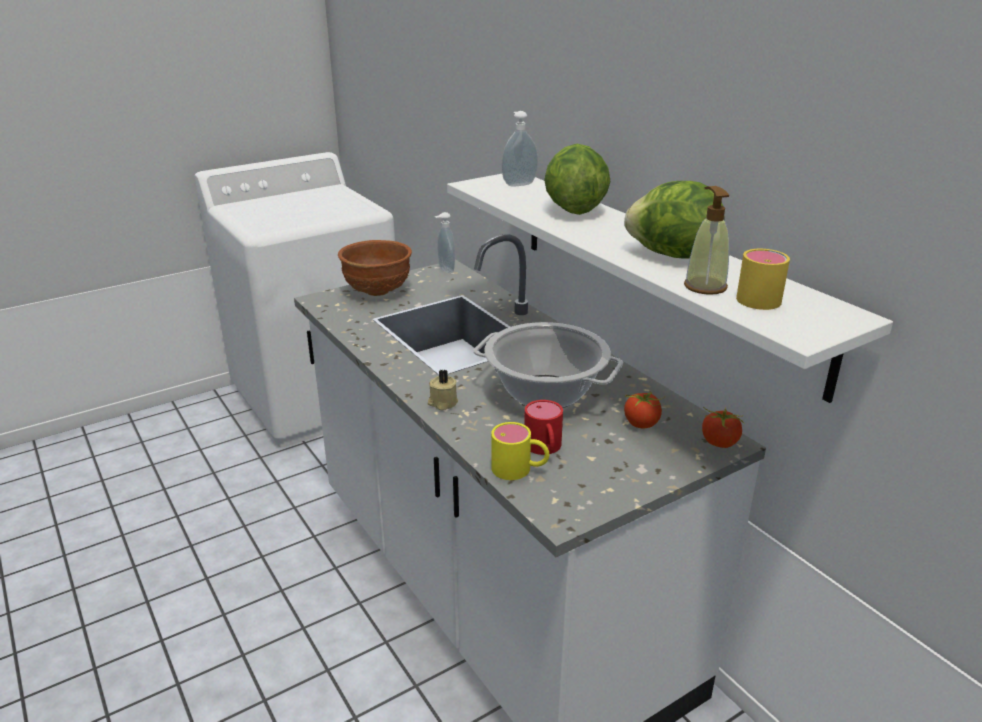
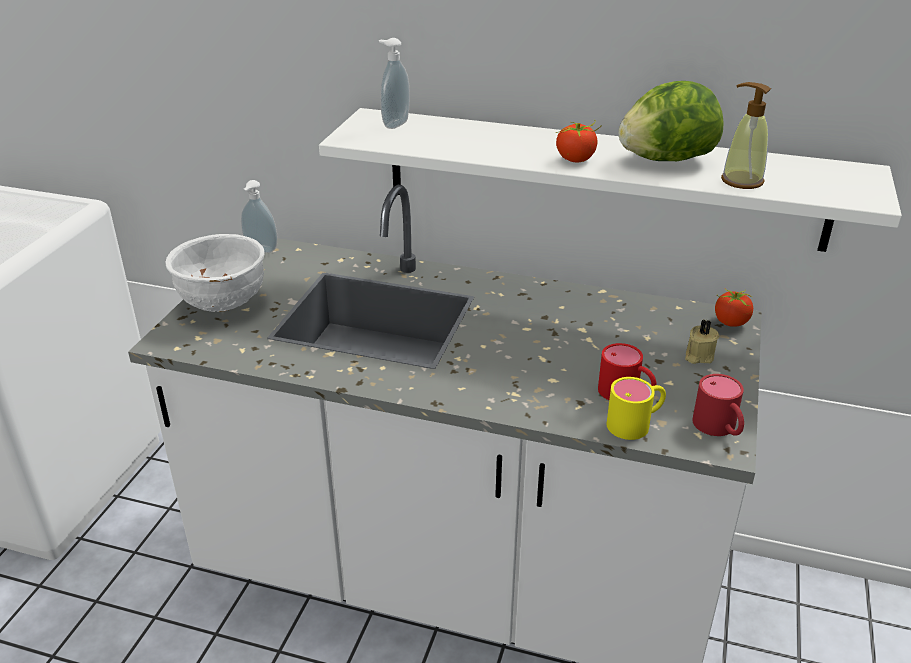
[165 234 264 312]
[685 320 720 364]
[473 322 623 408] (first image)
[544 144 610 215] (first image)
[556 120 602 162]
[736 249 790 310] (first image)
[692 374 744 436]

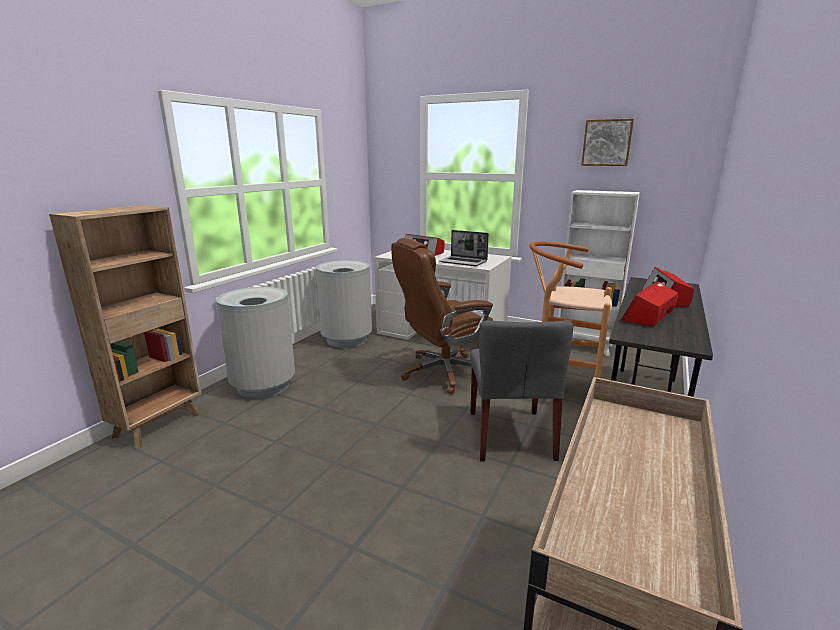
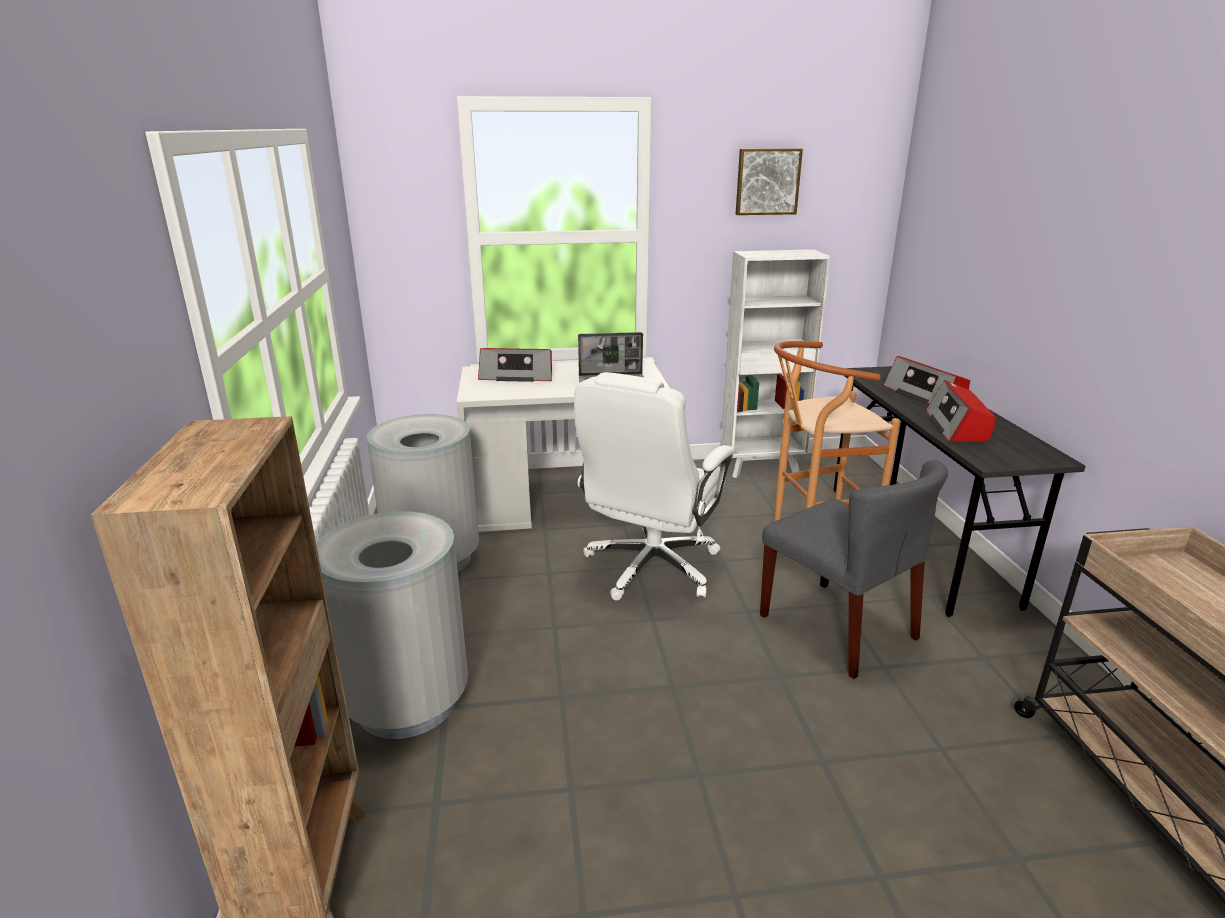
[574 372 735 601]

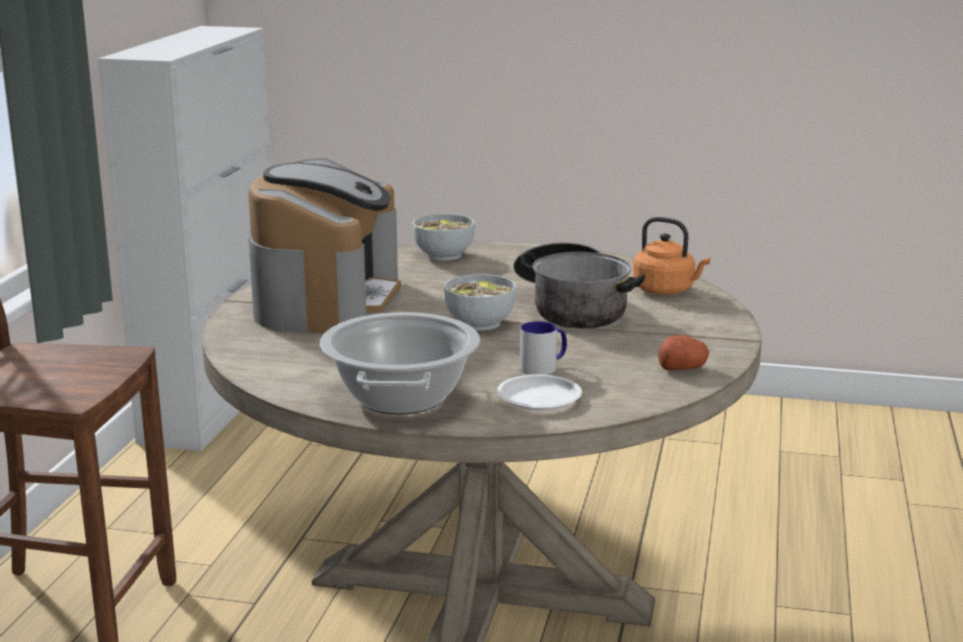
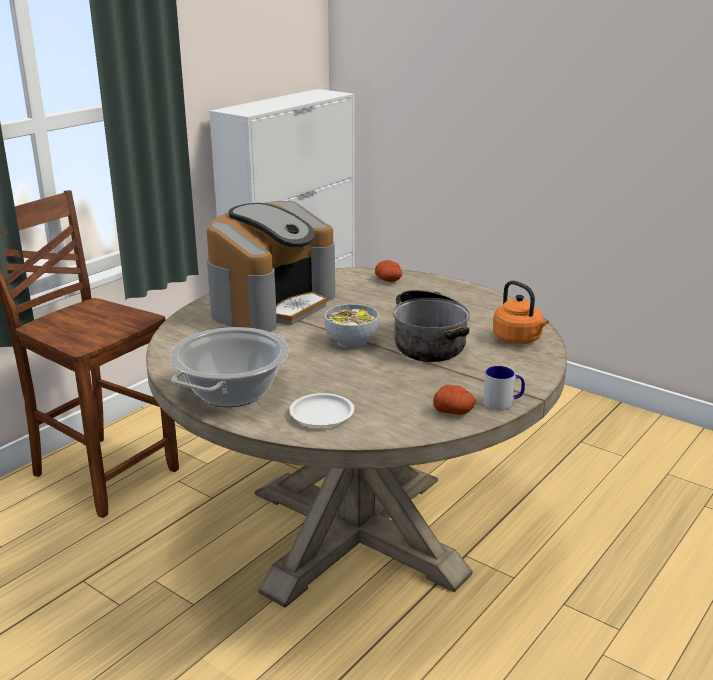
[375 260 402 282]
[483 366 525 410]

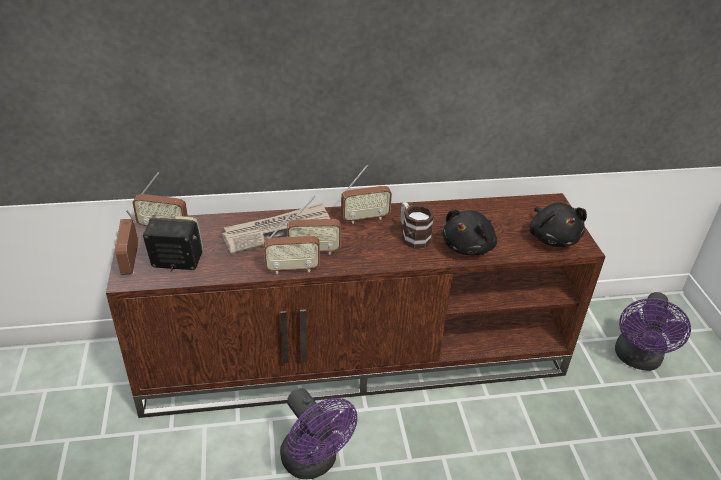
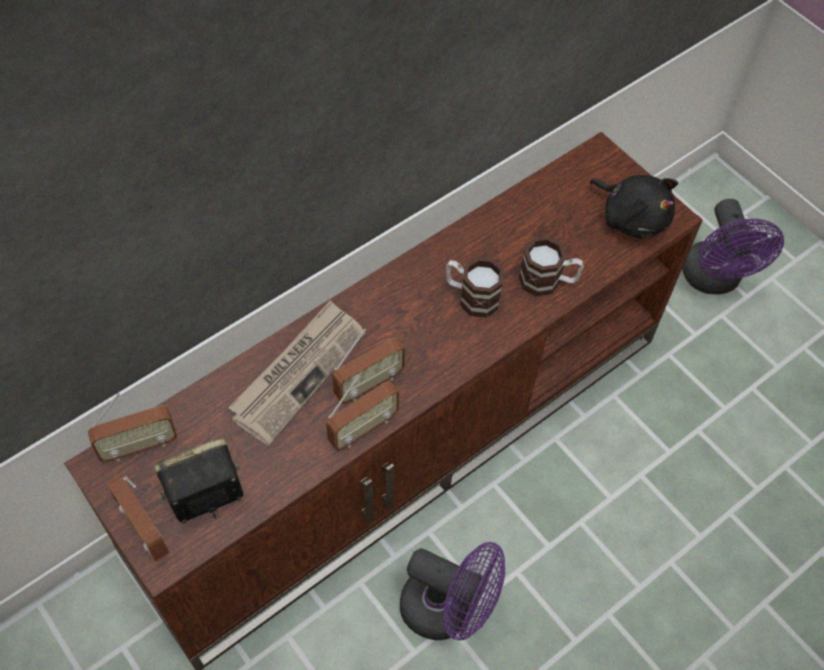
[341 165 392 224] (first image)
[519 236 584 297]

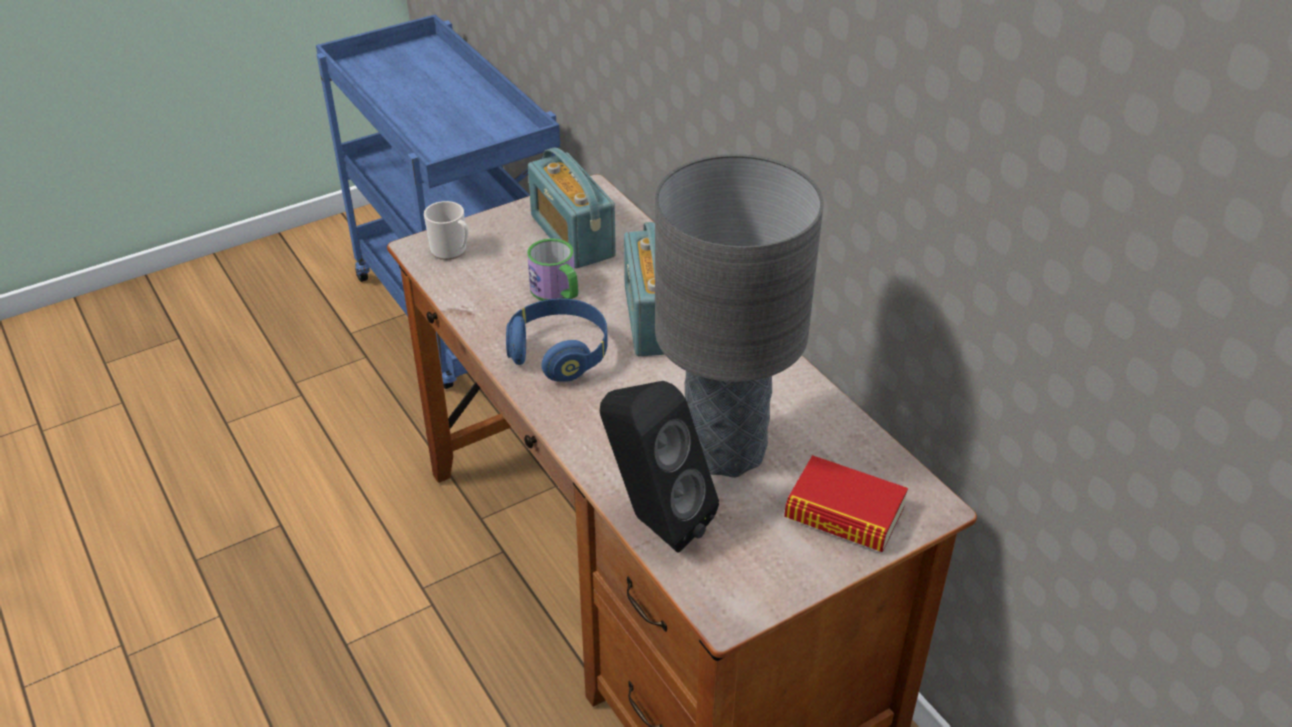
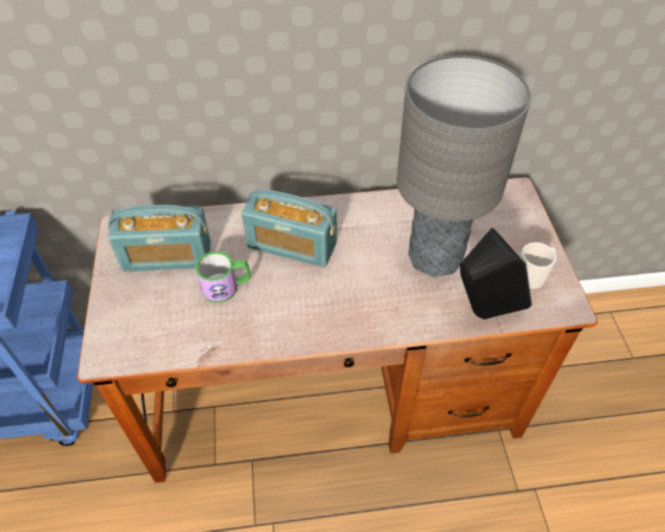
[520 242 556 290]
[506 298 608 382] (first image)
[784 455 908 552] (first image)

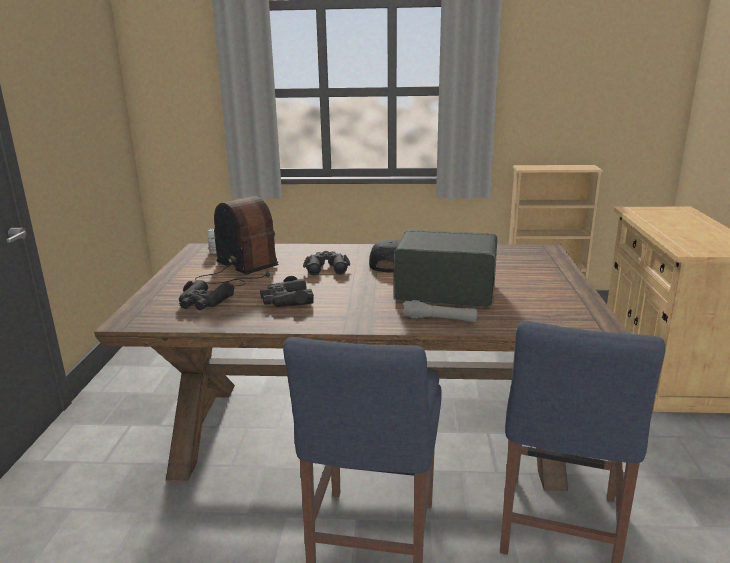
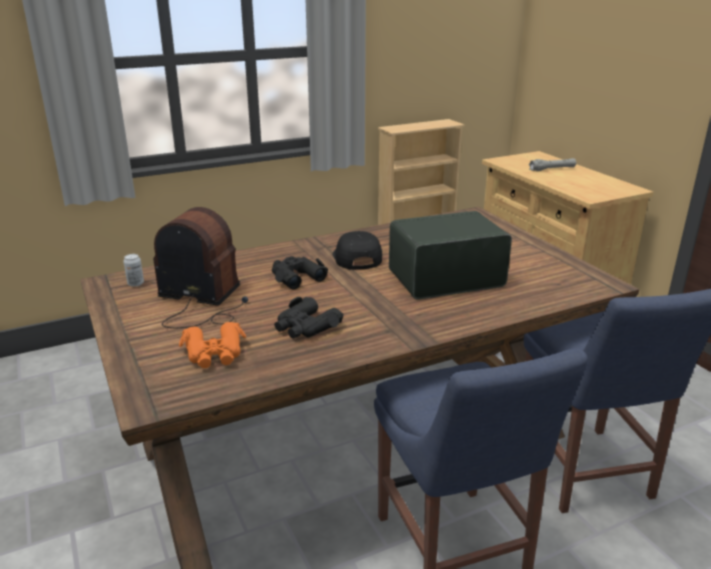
[179 322 246 368]
[529 158 576 171]

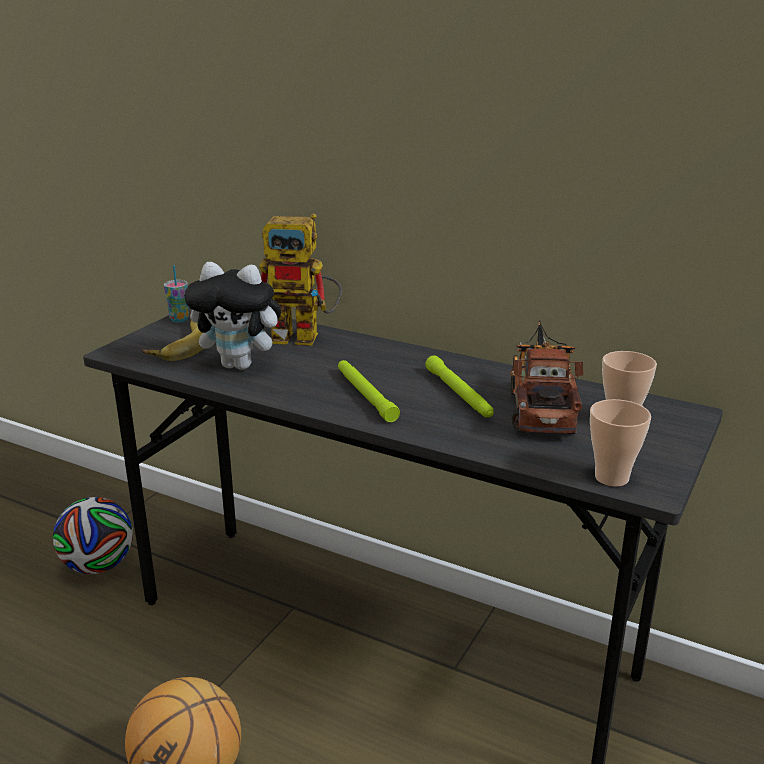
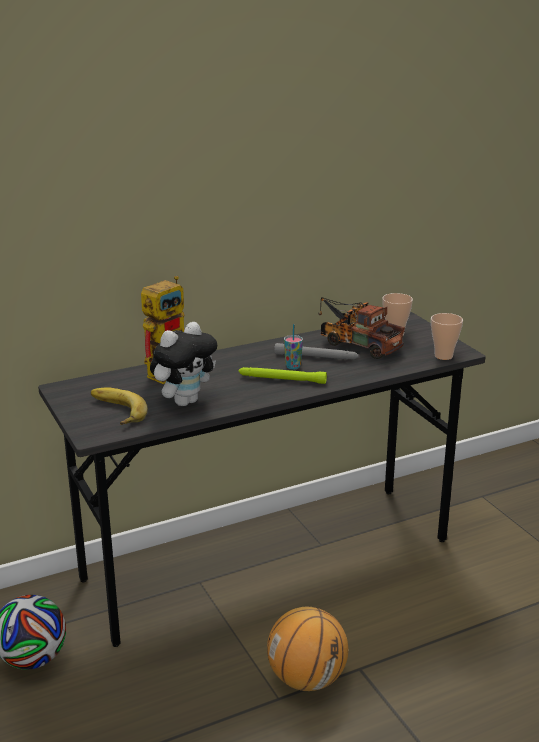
[284 324 303 370]
[274 343 359 360]

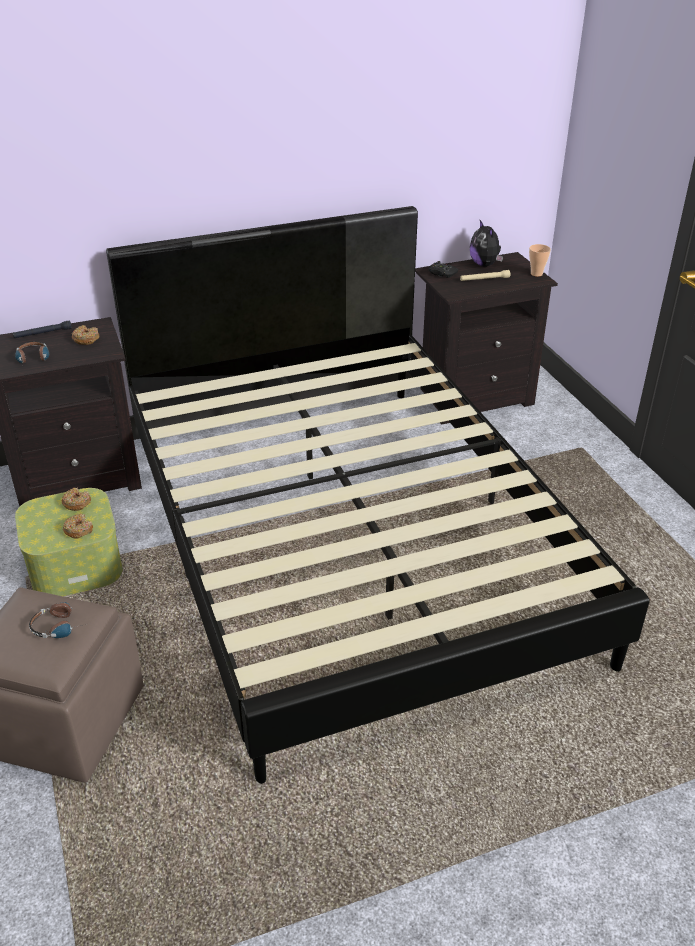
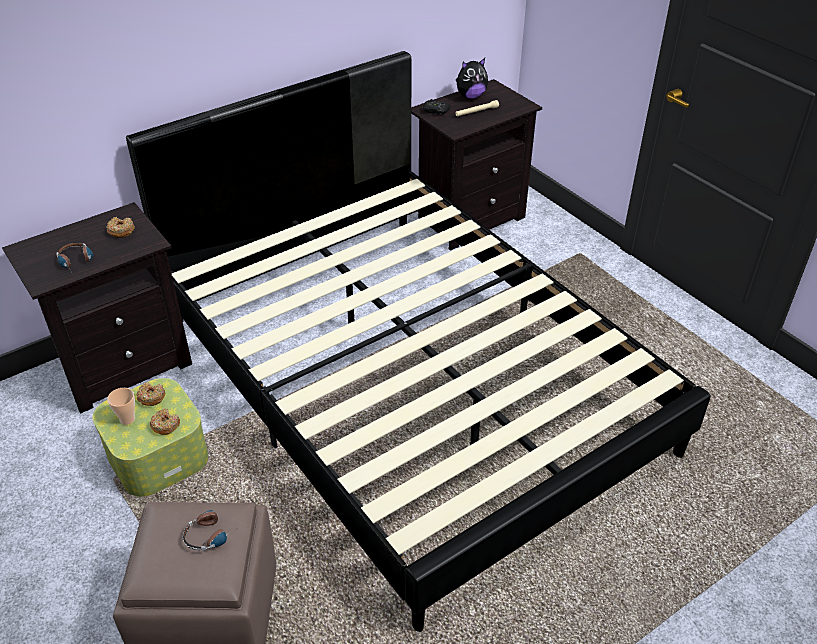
[13 320 72 338] (first image)
[456 58 488 99]
[107 388 135 425]

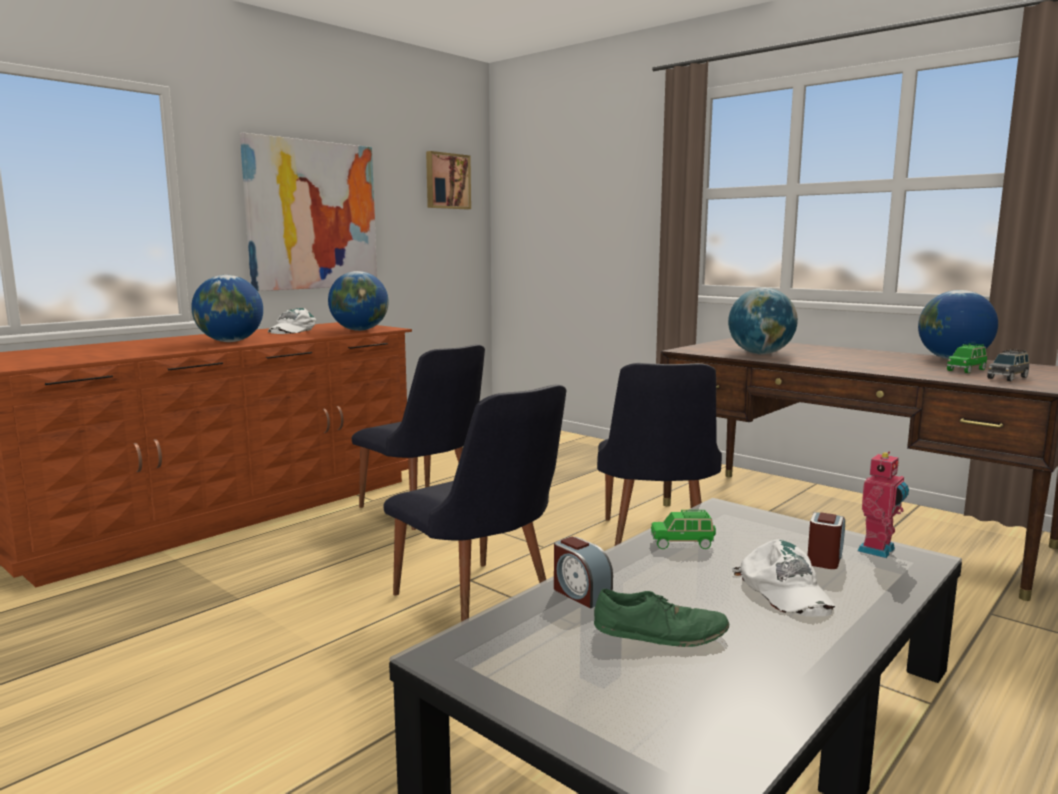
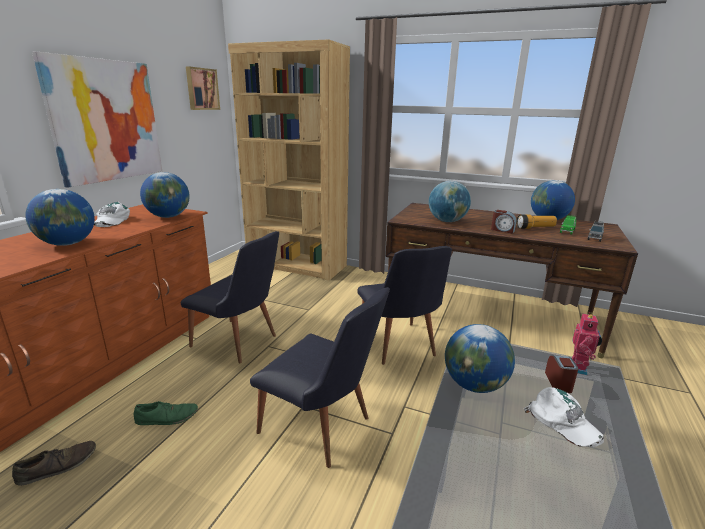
[491 210 516 234]
[134 401 198 425]
[445 324 515 393]
[12 441 96 486]
[228 39 350 281]
[516 214 557 229]

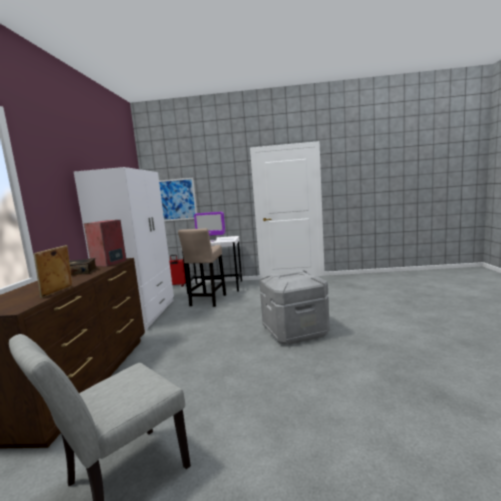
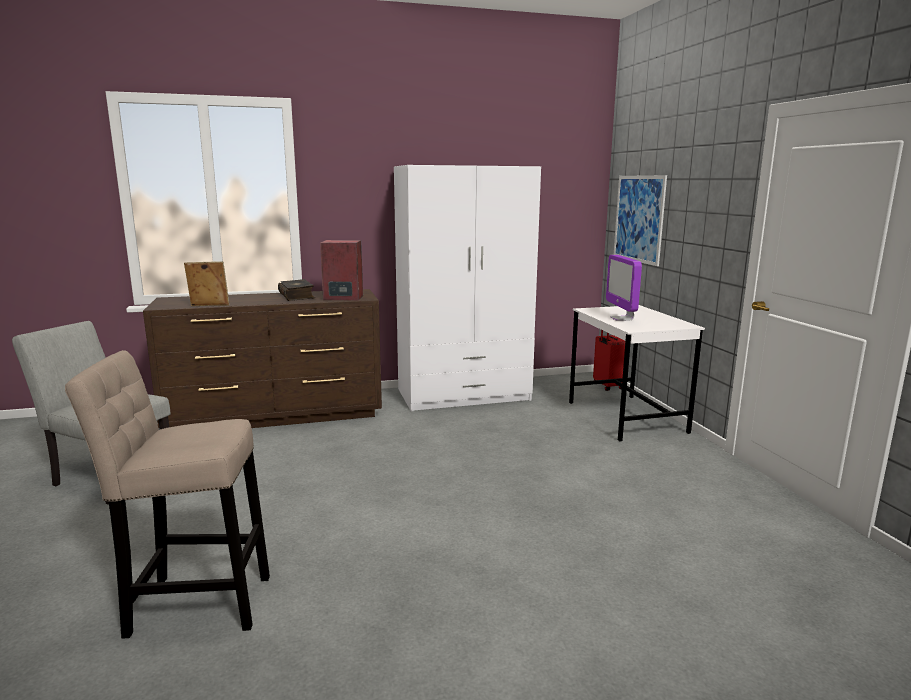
[65 350 270 639]
[259 270 330 345] (first image)

